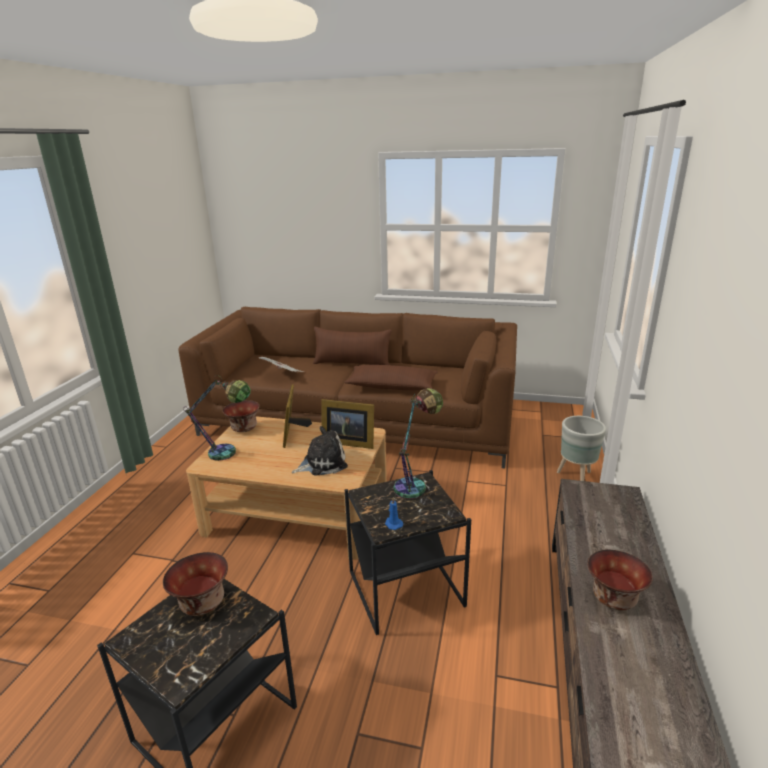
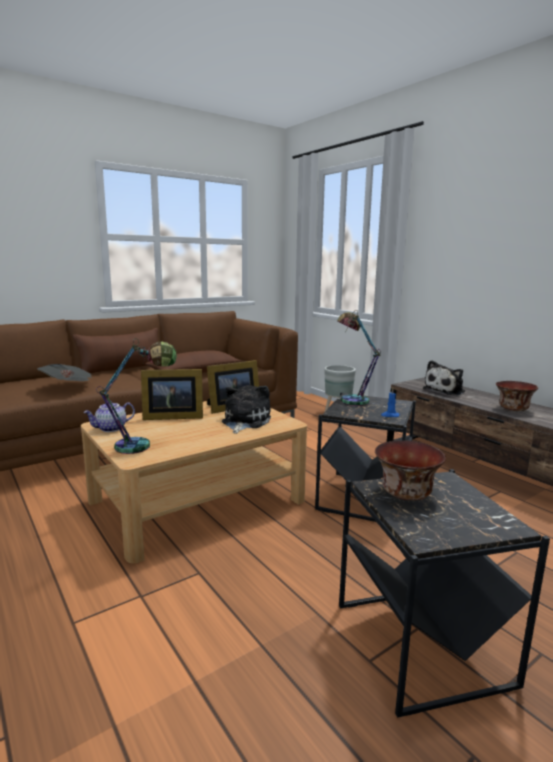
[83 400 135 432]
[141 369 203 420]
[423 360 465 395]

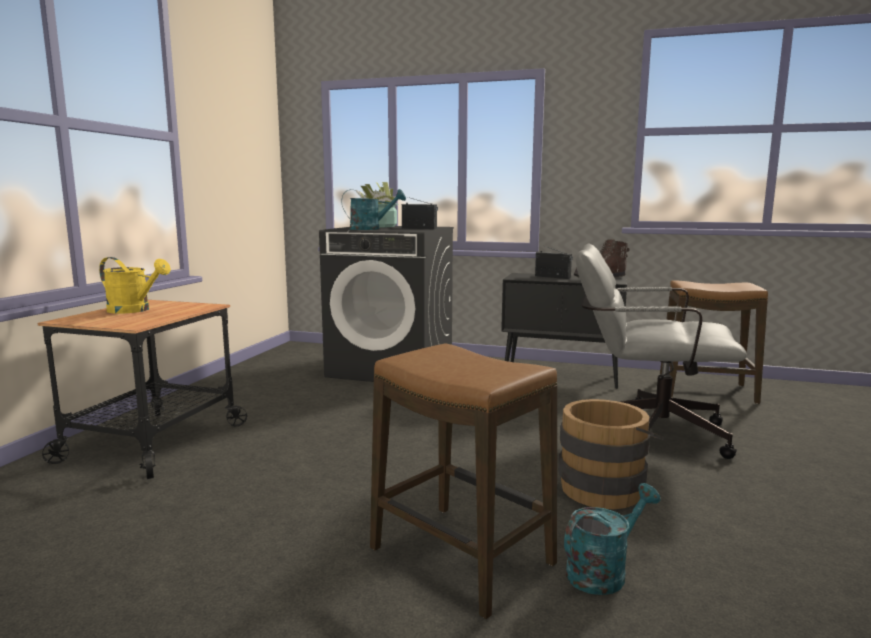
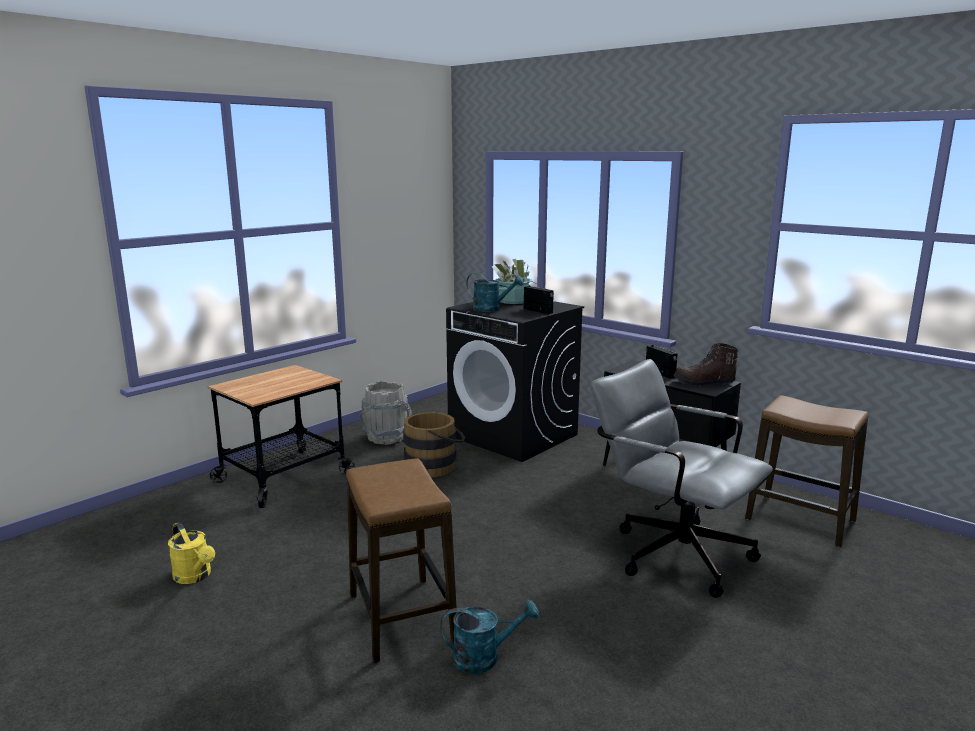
[168 522 215 584]
[403 412 465 477]
[359 381 412 445]

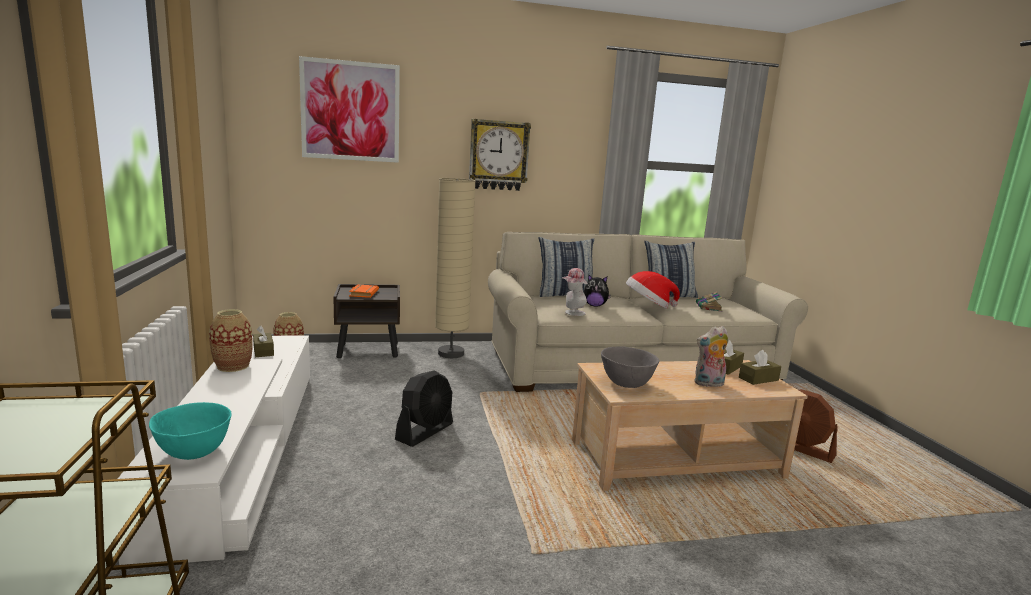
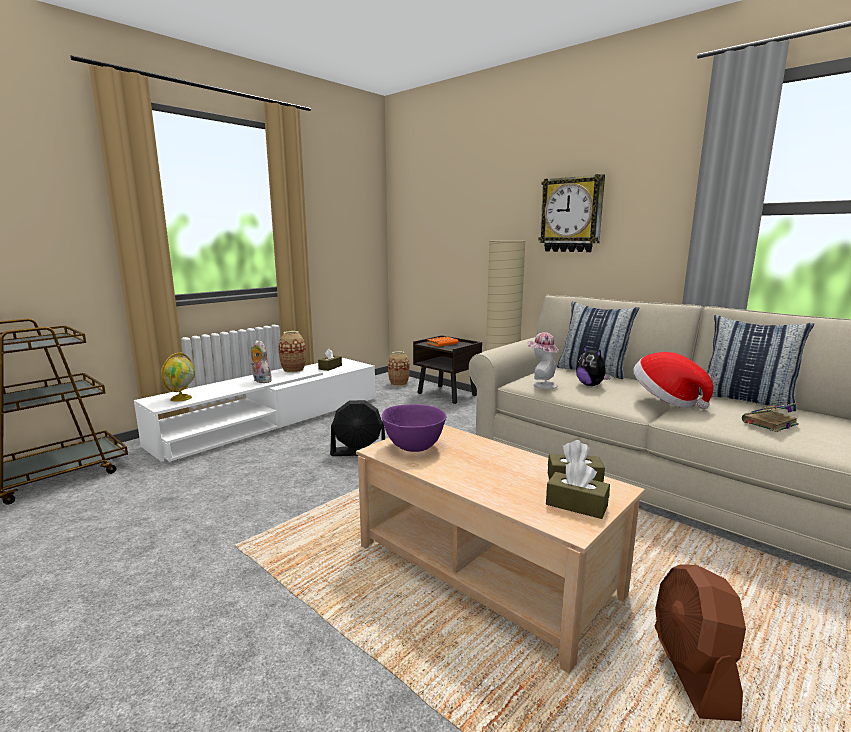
[161 352 195 402]
[299 56 400 163] (first image)
[382 404 447 452]
[251 340 272 383]

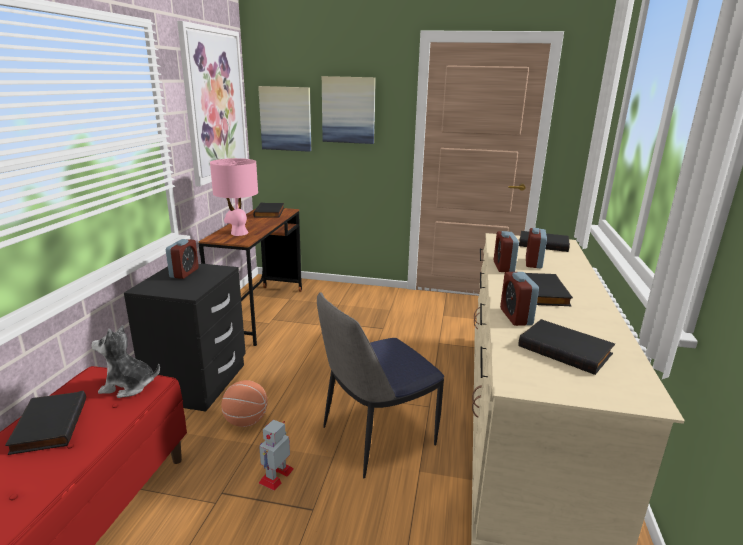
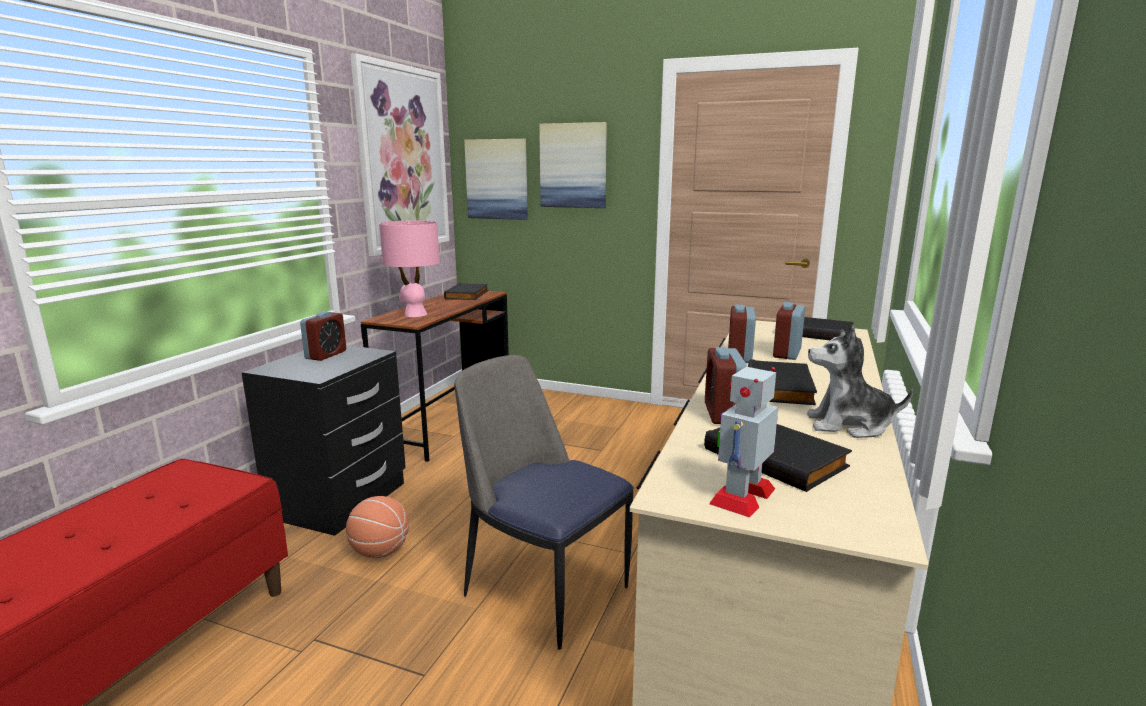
[5 391 86 455] (first image)
[807 325 913 438]
[709 367 778 518]
[454 355 634 650]

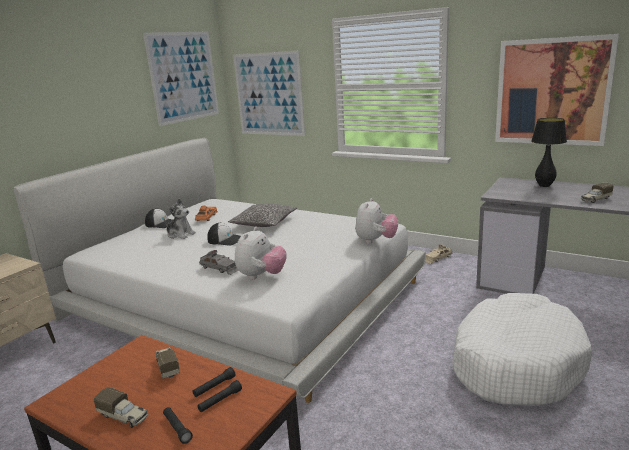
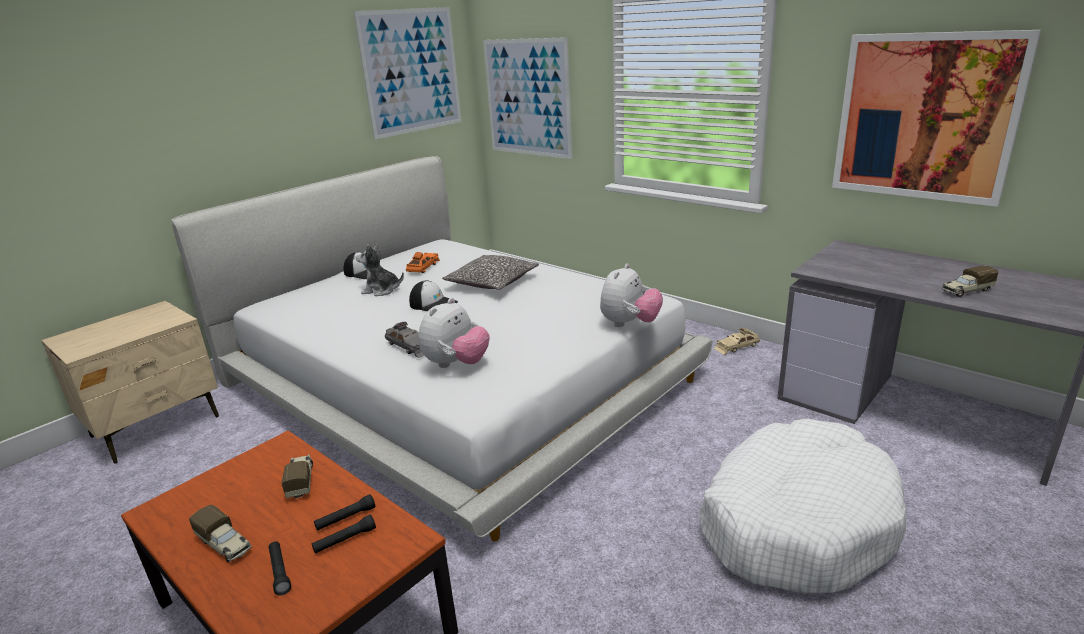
[356 244 404 296]
[531 118 567 187] (first image)

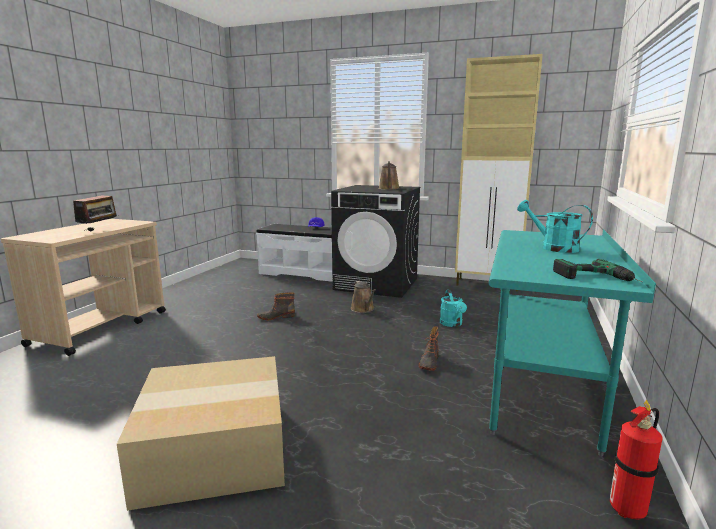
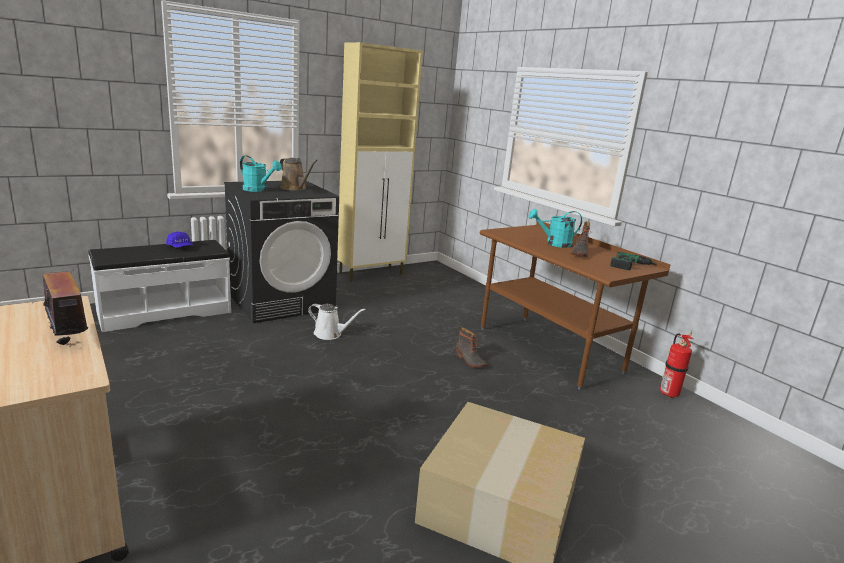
[571 222 591 257]
[308 304 366 340]
[240 156 282 192]
[479 222 671 390]

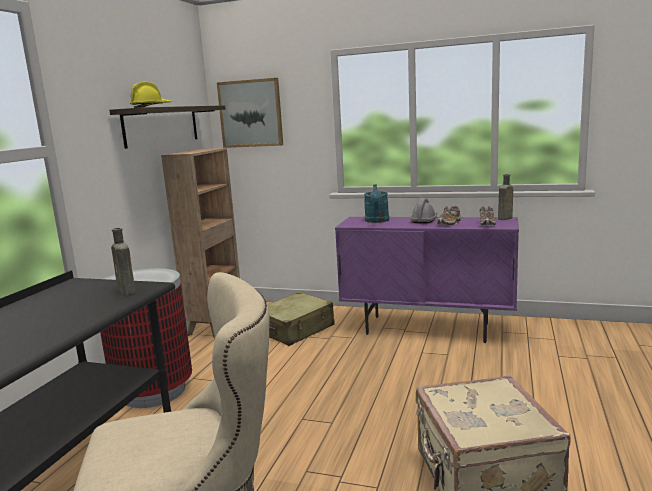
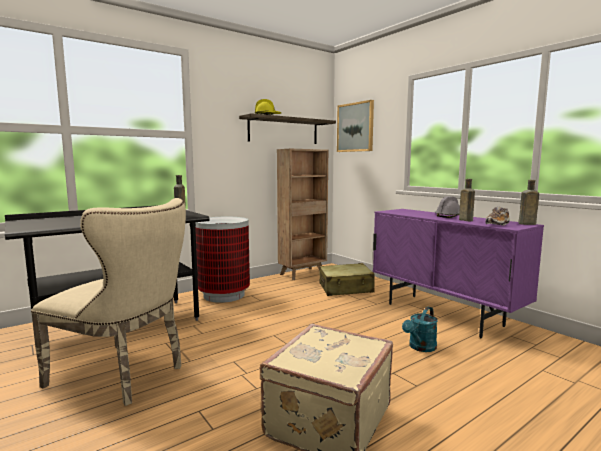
[402 307 438 352]
[459 179 475 221]

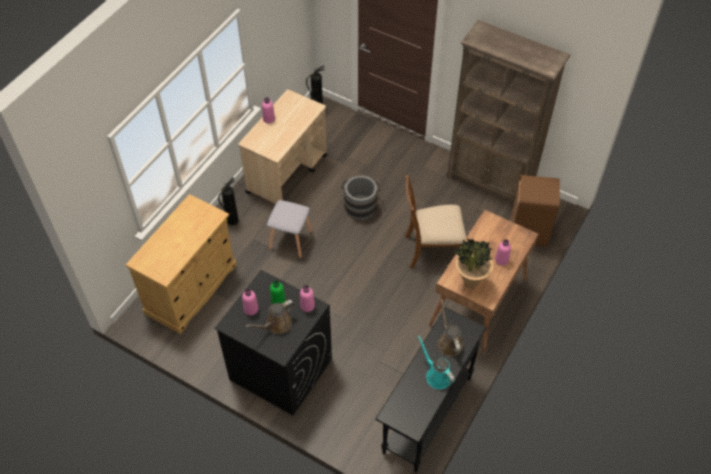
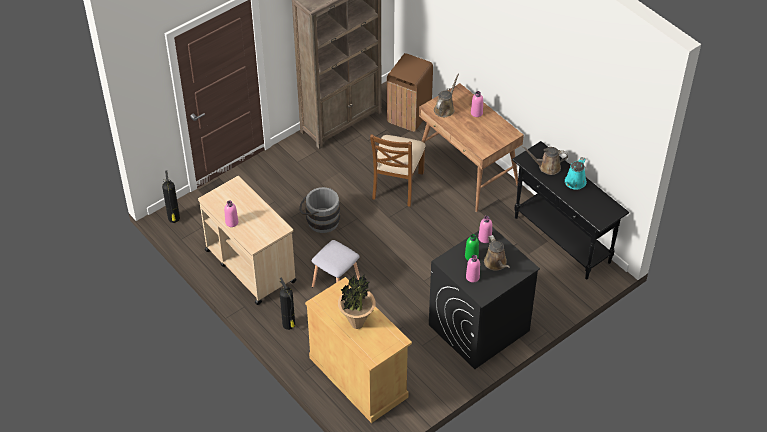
[565 157 587 190]
[338 274 376 329]
[434 73 459 117]

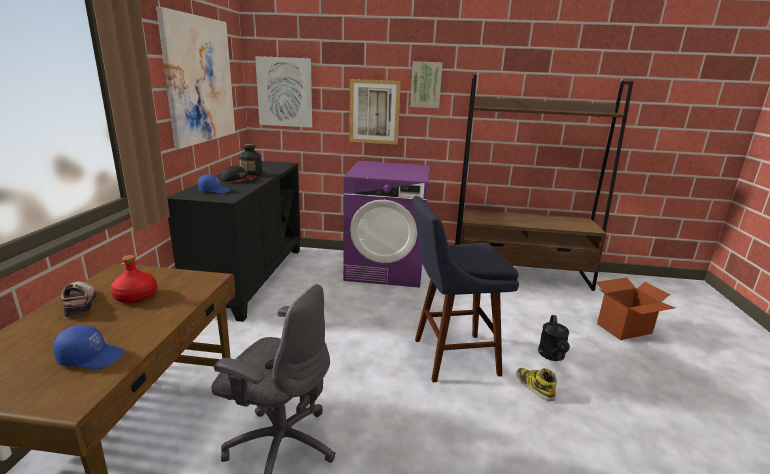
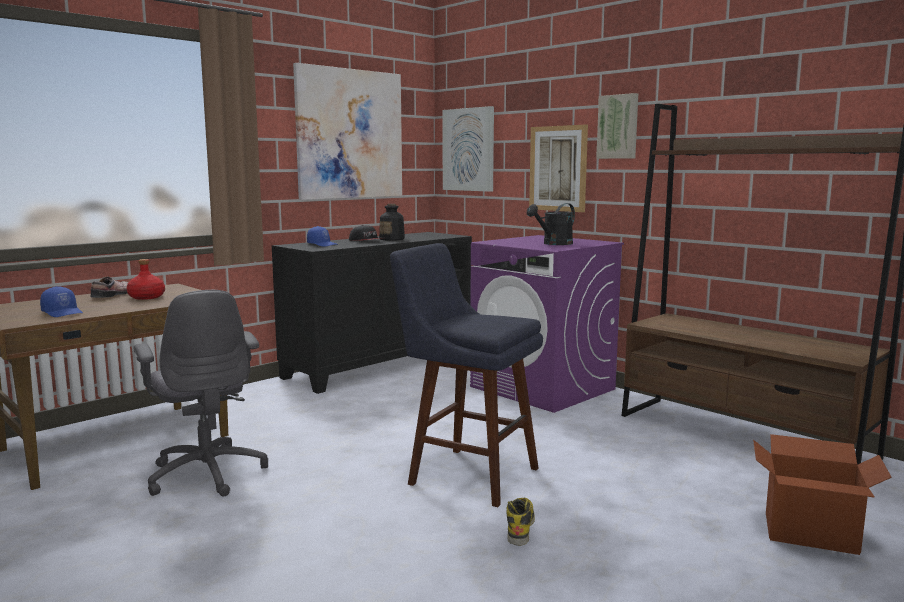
[527 203 575 245]

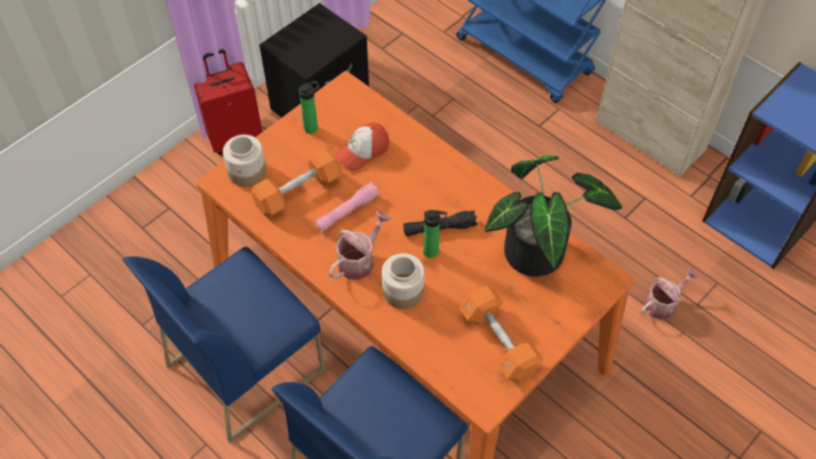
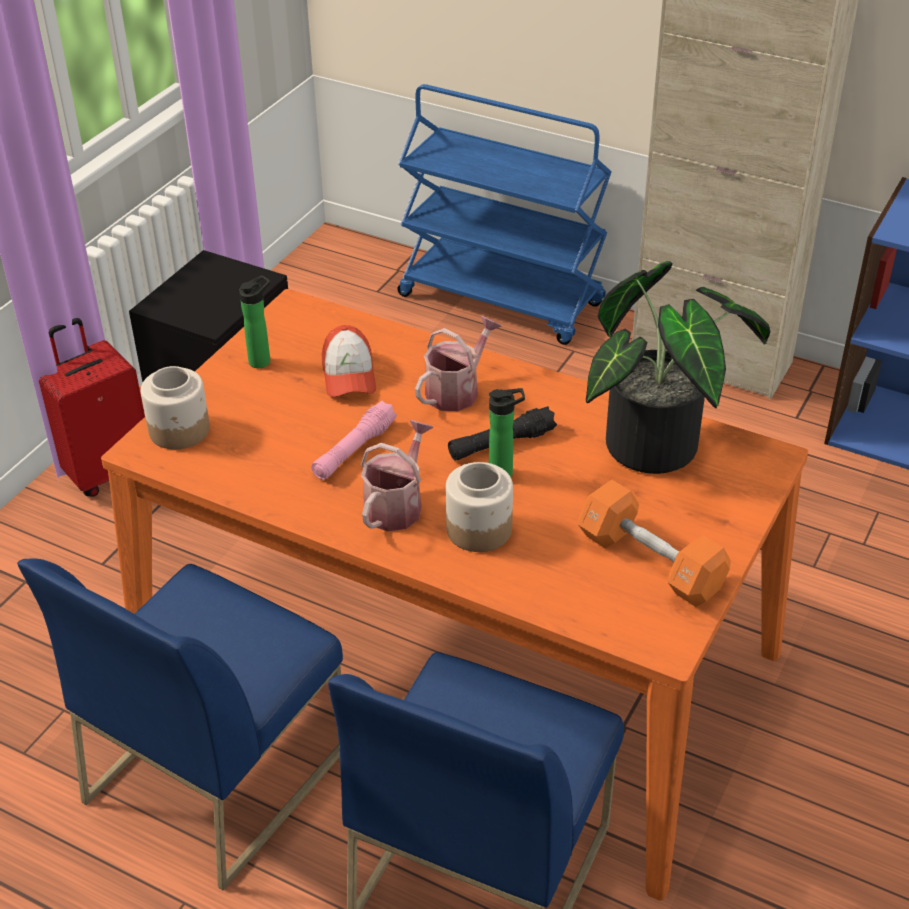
[252 147 341 218] (first image)
[322 325 376 397]
[415 316 502 411]

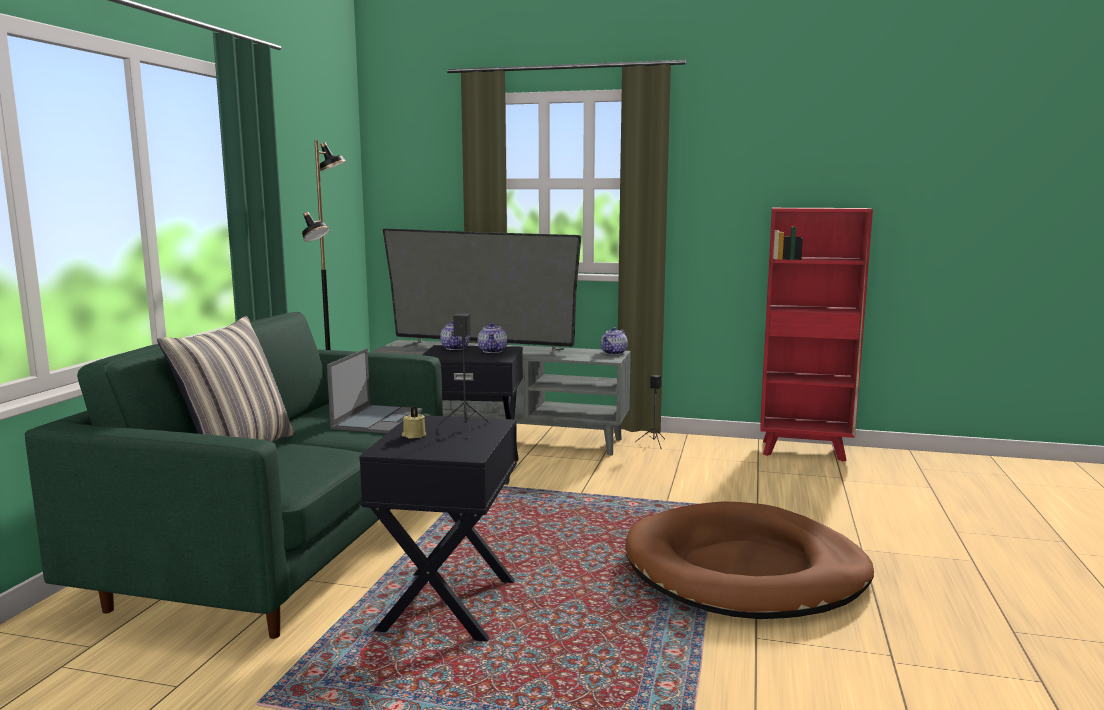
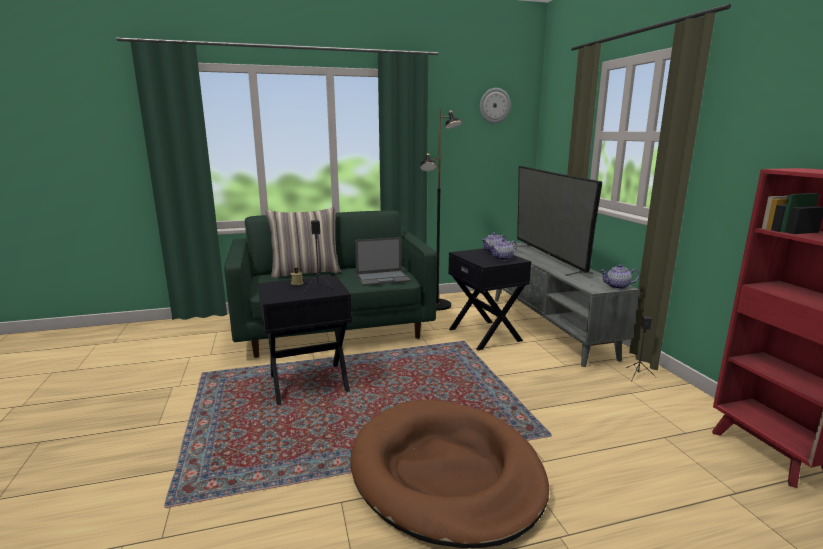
[480 88 511 124]

